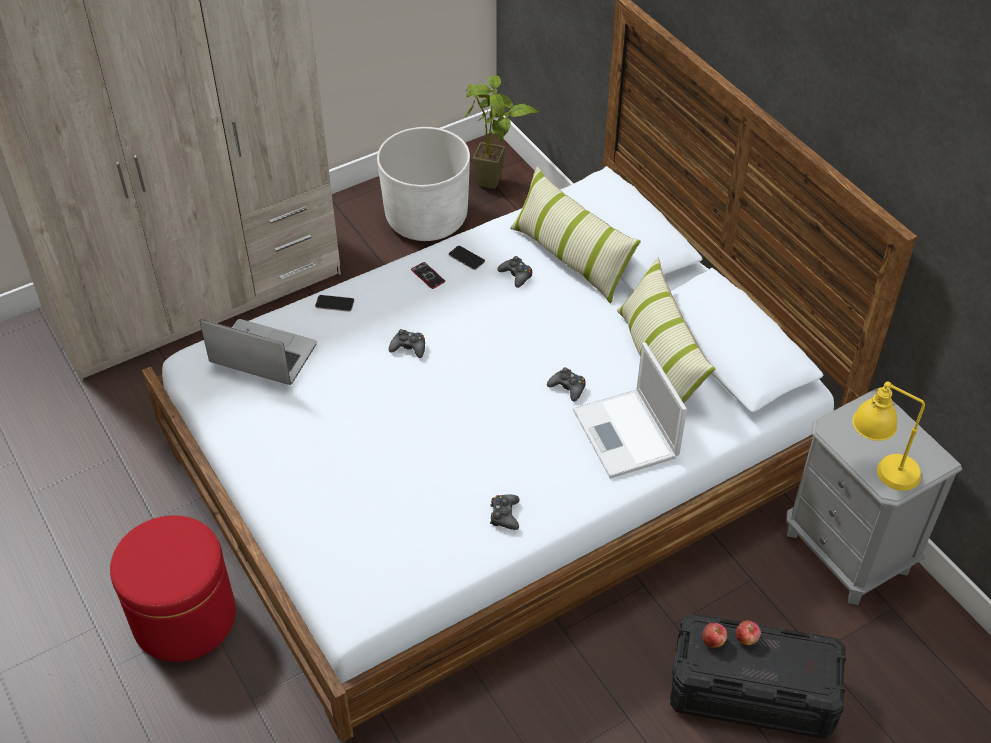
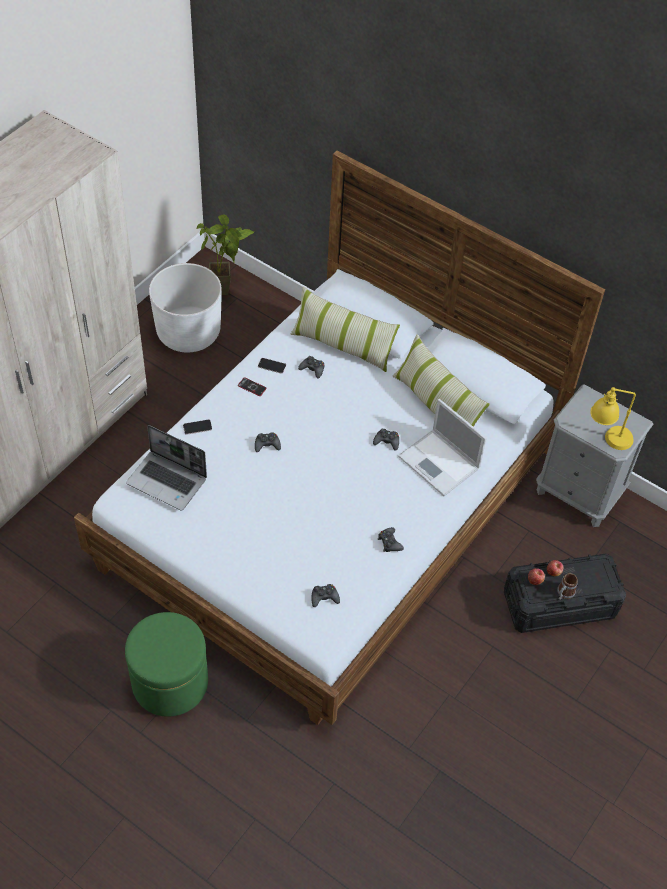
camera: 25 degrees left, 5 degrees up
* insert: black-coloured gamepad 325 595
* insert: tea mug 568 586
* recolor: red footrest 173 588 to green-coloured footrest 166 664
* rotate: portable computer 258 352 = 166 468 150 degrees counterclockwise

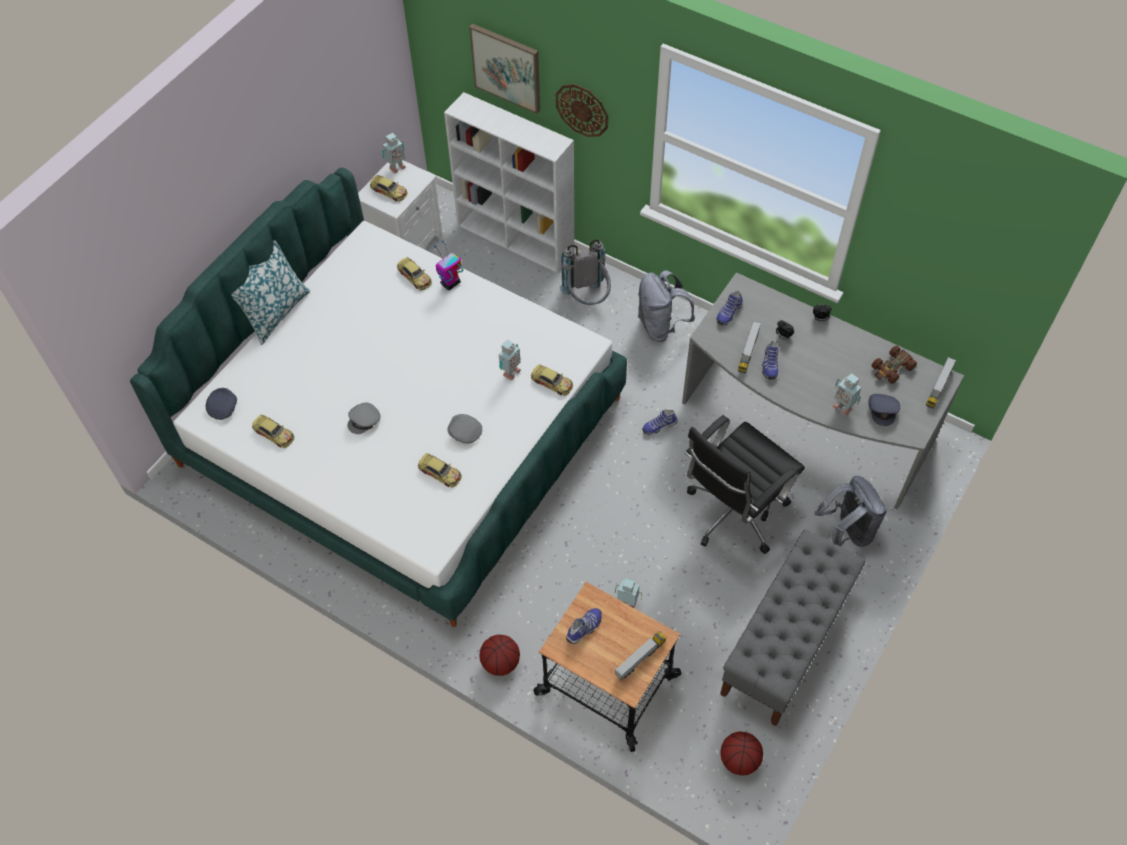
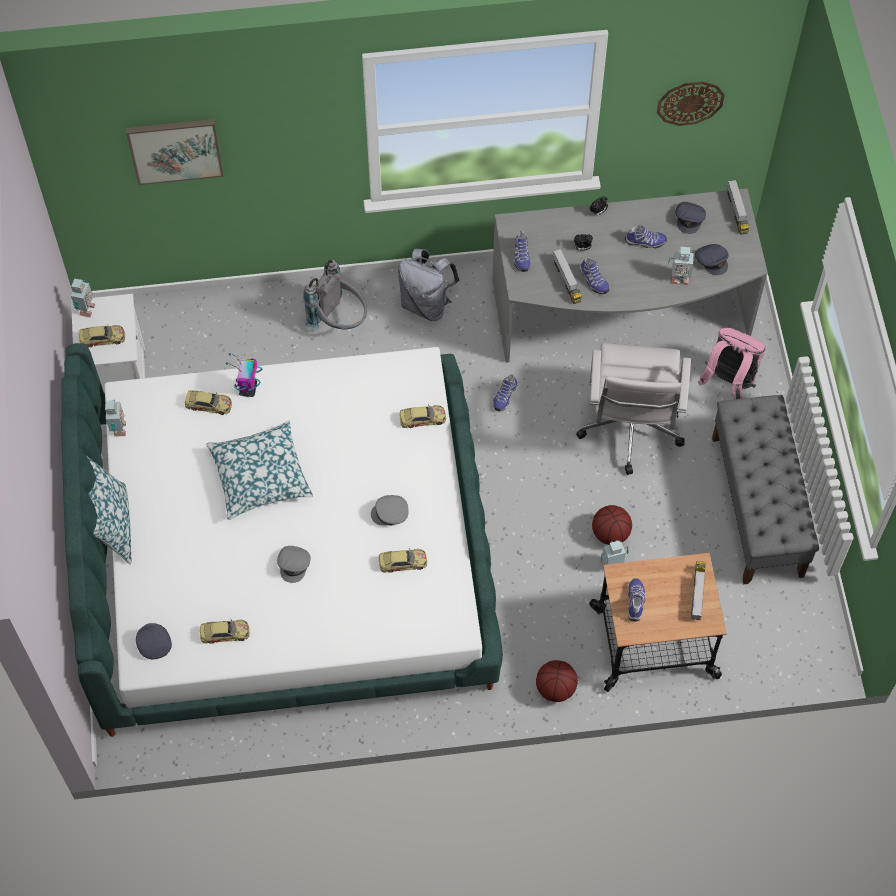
camera: 40 degrees left, 5 degrees up
* delete: white bookshelf 509 182
* insert: throw pillow 259 470
* insert: shoe 646 236
* move: robot figure 510 360 to 115 418
* move: hanging clock 581 110 to 691 103
* move: ball for basketball 741 753 to 612 525
* replace: brown miniature car 894 364 to greyish baseball cap 690 218
* recolor: black-coloured office chair 745 484 to white office chair 633 409
* recolor: greyish rucksack 851 511 to pink rucksack 732 363

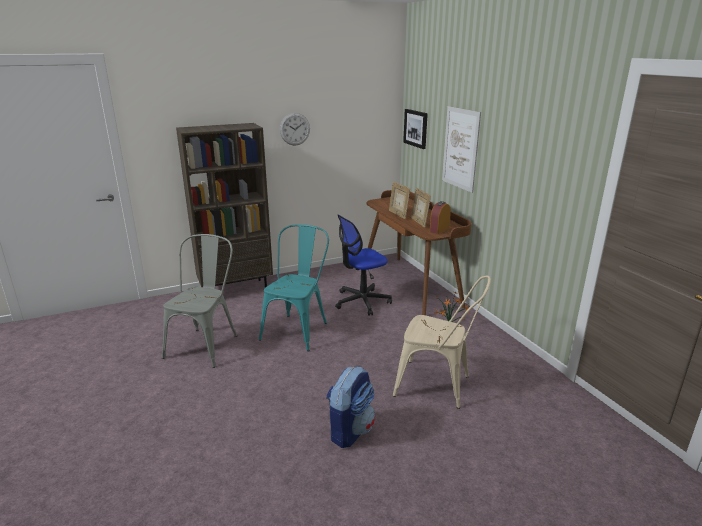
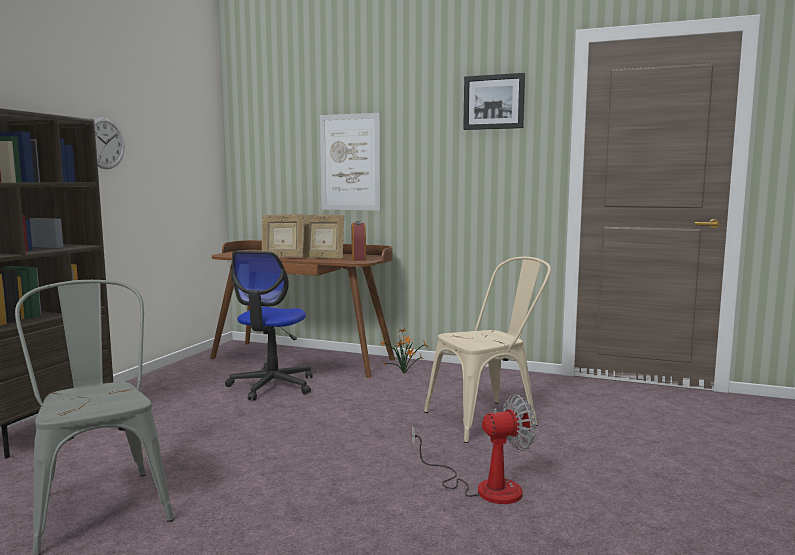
camera: 45 degrees left, 15 degrees down
* delete: turquoise chair 294 287
* move: wall picture 415 129 to 494 101
* replace: rucksack 350 407 to cooling fan 473 449

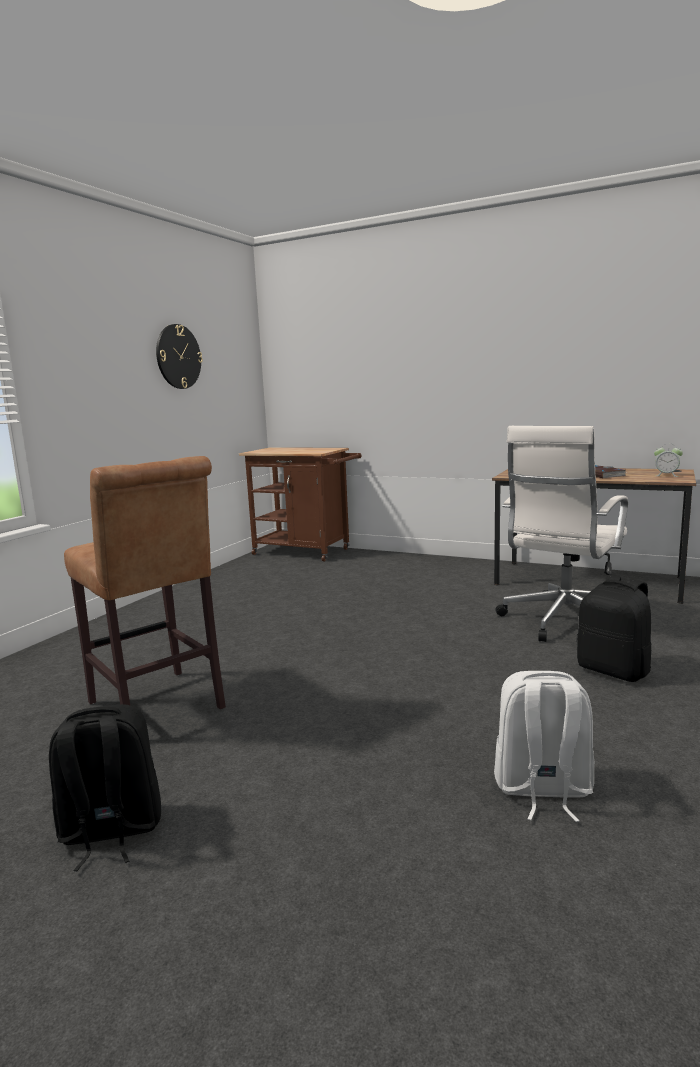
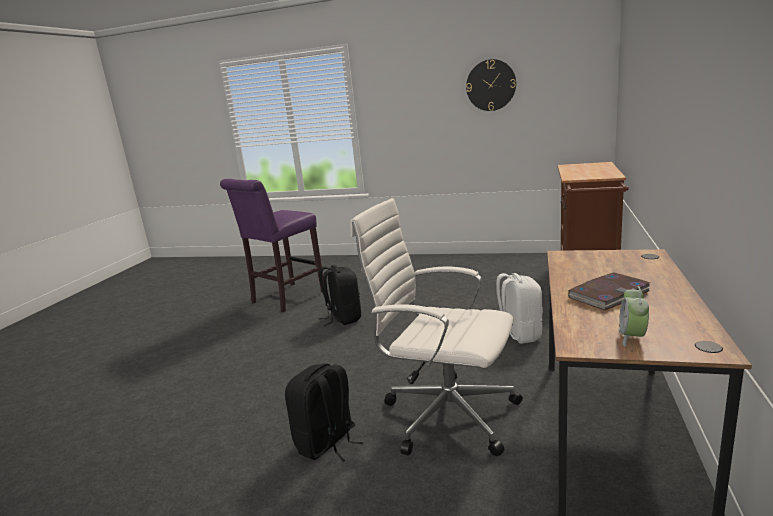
camera: 80 degrees right, 5 degrees up
* move: black-coloured rucksack 105 787 to 340 295
* move: white rucksack 544 746 to 519 308
* recolor: brown sitting stool 145 582 to purple-coloured sitting stool 272 245

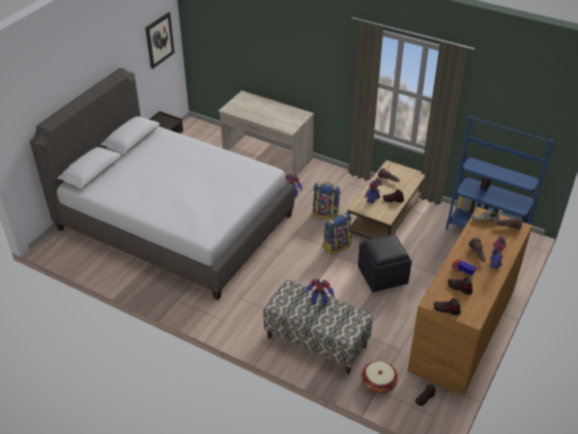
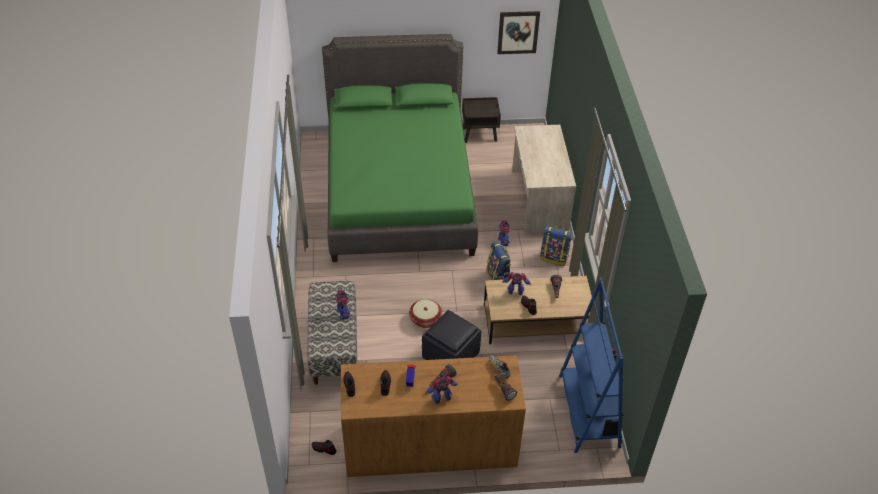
camera: 55 degrees right, 5 degrees up
* move: rucksack 337 234 to 556 246
* move: storage basket 379 377 to 425 313
* recolor: greyish bedroom bed 162 184 to green-coloured bedroom bed 400 148

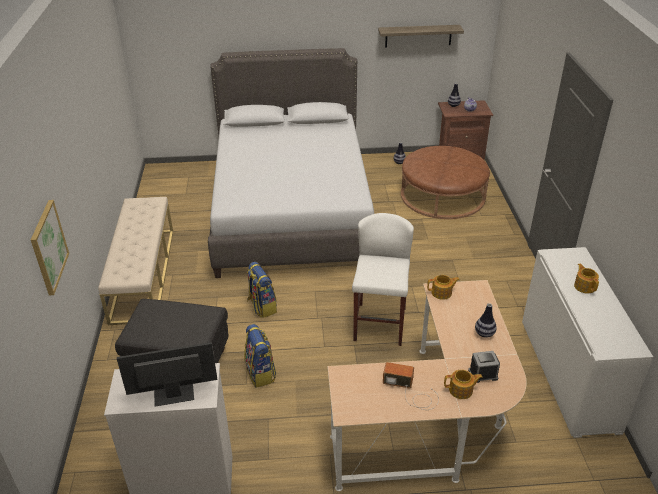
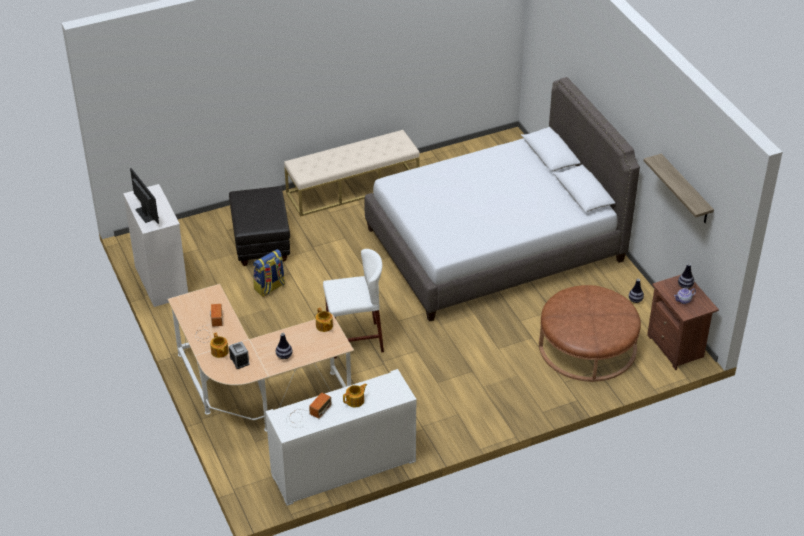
camera: 70 degrees right, 5 degrees up
* delete: wall picture 50 247
* delete: rucksack 262 290
* insert: radio receiver 308 410

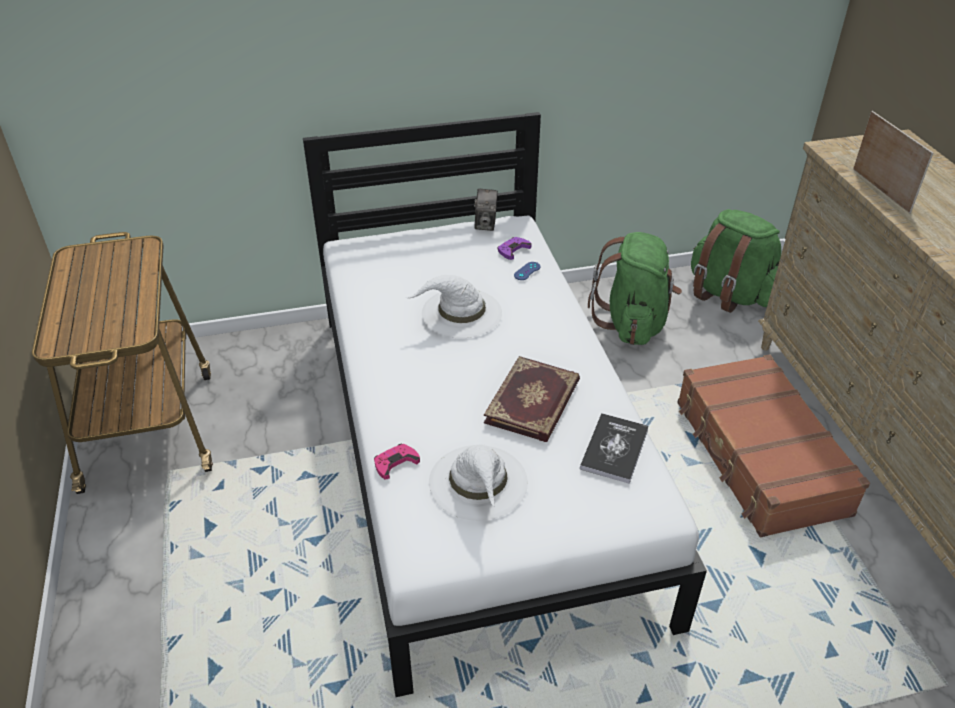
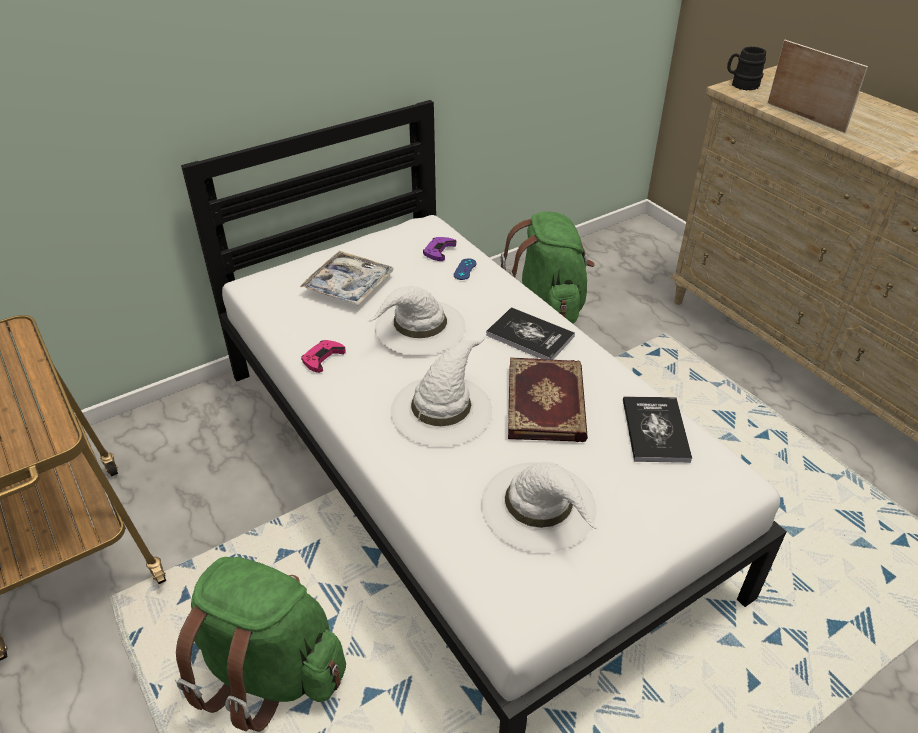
camera: 20 degrees left, 0 degrees up
* delete: still camera 486 210
* delete: brown piece of luggage 773 445
* insert: tray 347 278
* insert: white wearable hat 441 391
* insert: bound book 530 333
* insert: black-coloured tea mug 746 68
* move: pink gamepad 397 461 to 323 356
* move: green-coloured rucksack 736 261 to 261 644

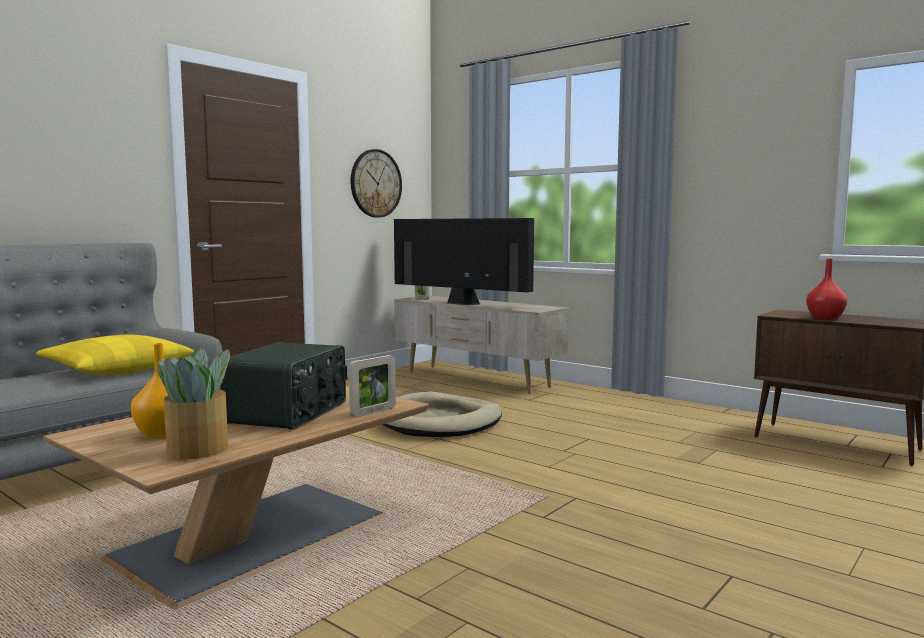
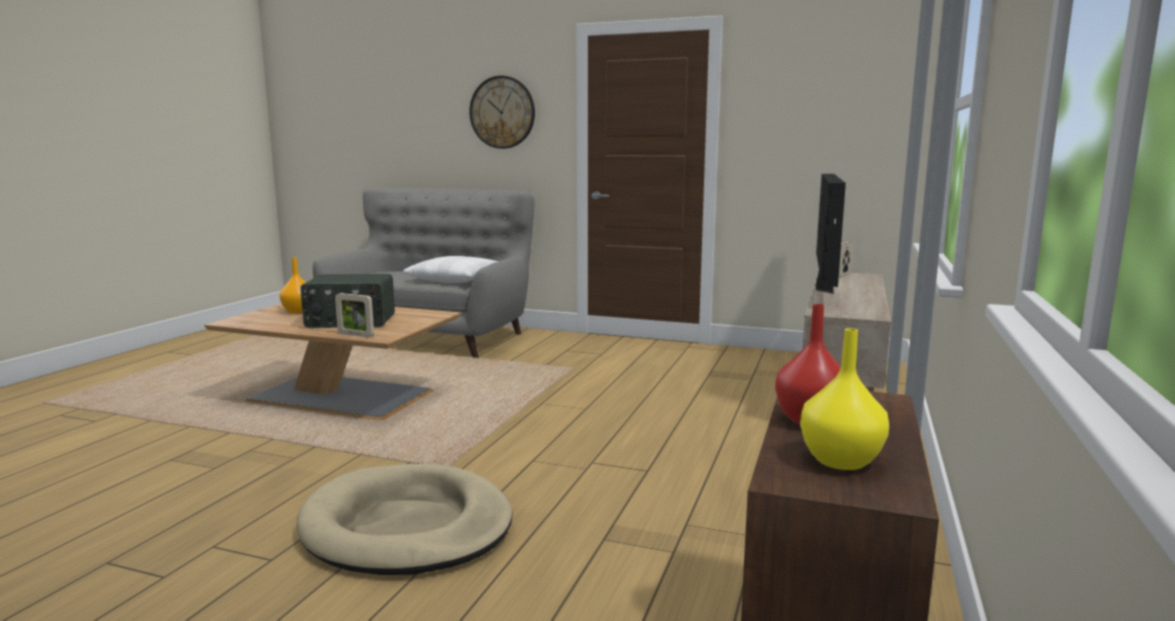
camera: 70 degrees right, 5 degrees up
* delete: potted plant 194 403
* insert: yellowish vase 844 399
* move: hanging clock 376 183 to 502 112
* move: beige-coloured dog bed 442 414 to 404 519
* recolor: yellowish throw pillow 115 355 to white throw pillow 451 269

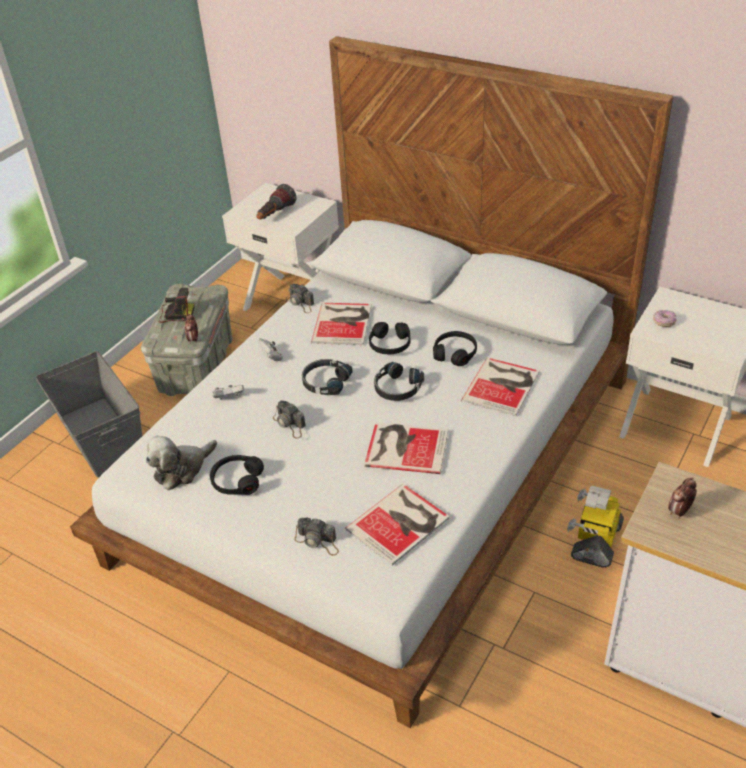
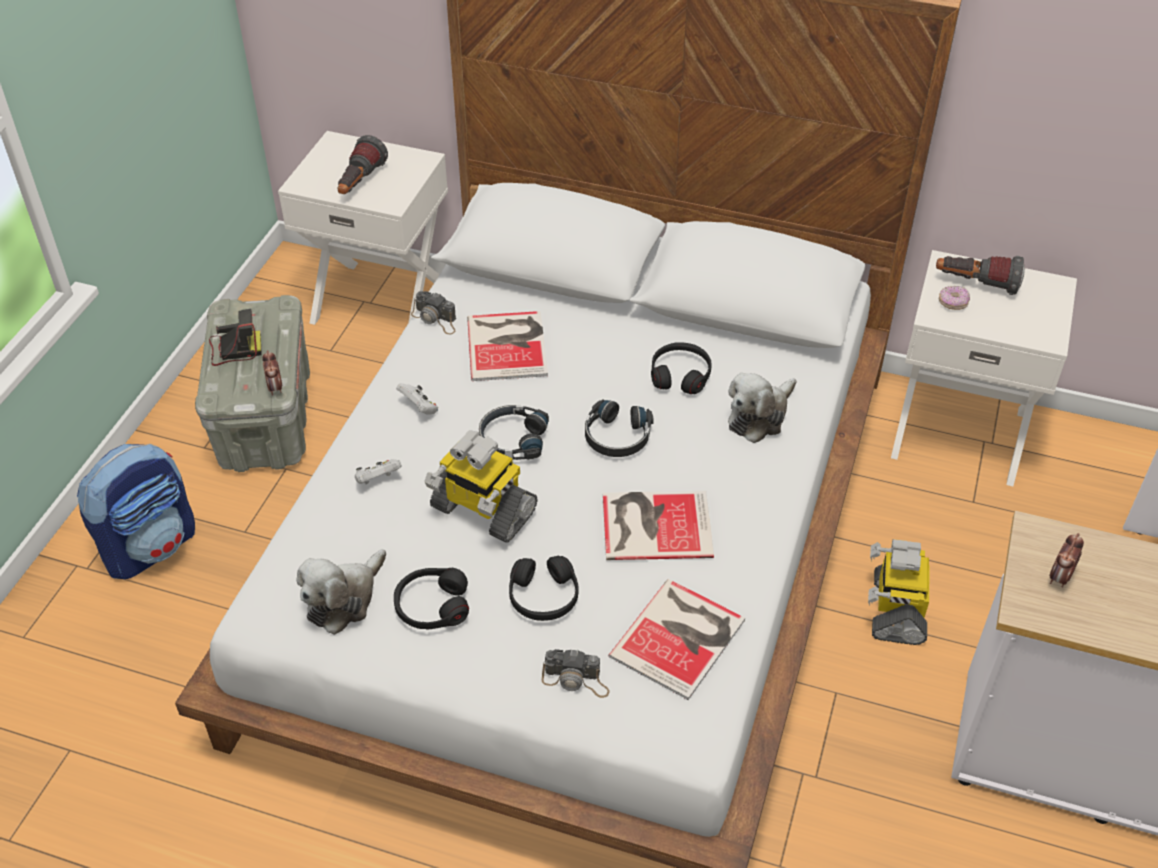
camera: 15 degrees left, 5 degrees up
* insert: hand torch 980 275
* move: black-coloured headset 389 338 to 544 588
* replace: greyish storage container 89 414 to rucksack 136 511
* replace: still camera 289 419 to robot figure 480 486
* replace: bound book 500 386 to cuddly toy 762 408

